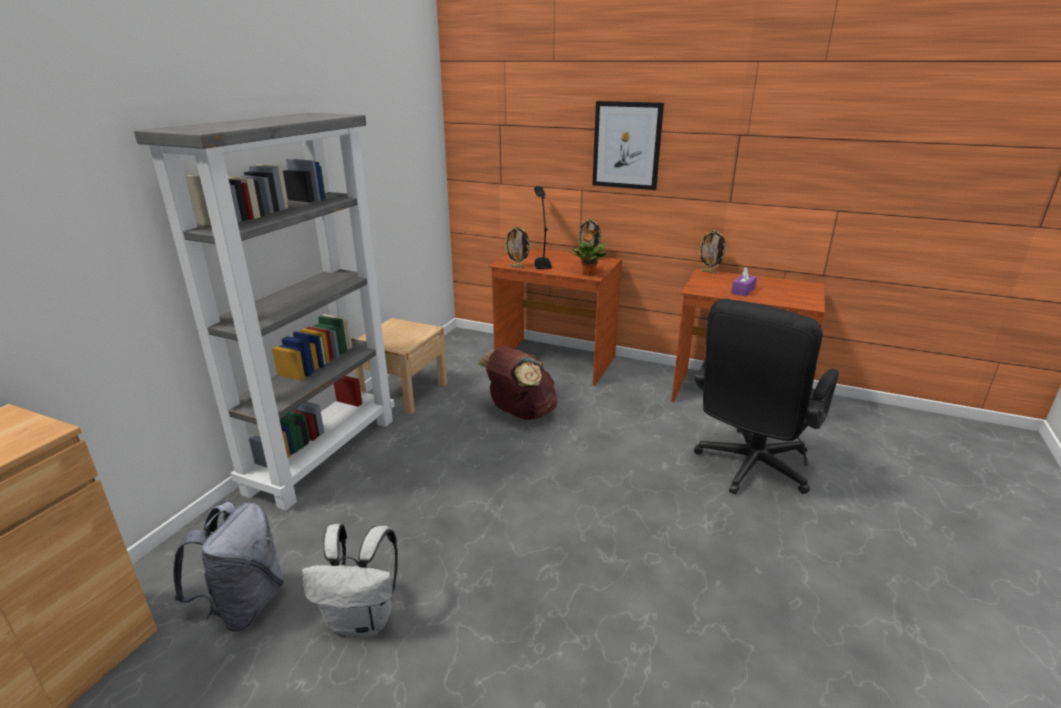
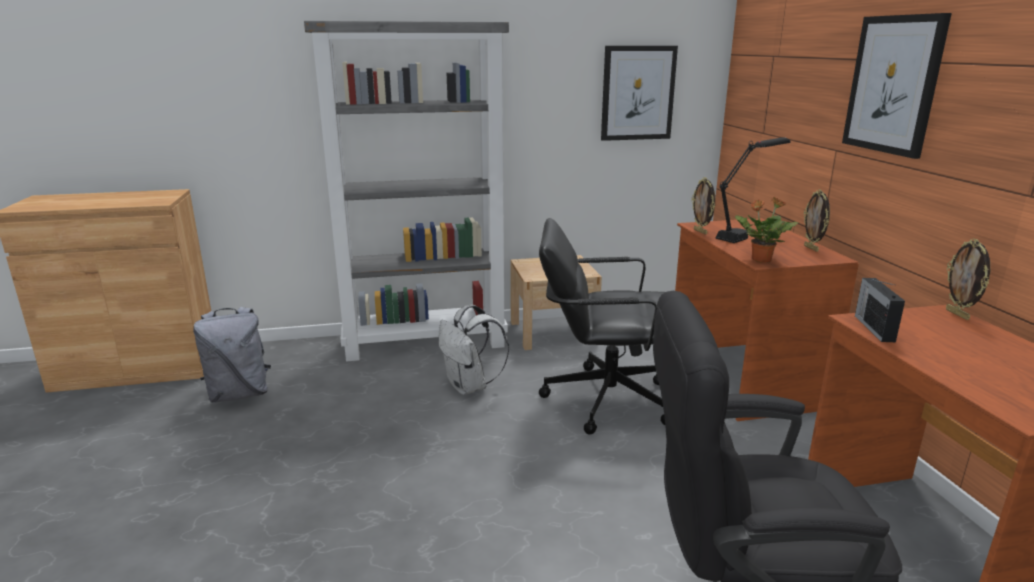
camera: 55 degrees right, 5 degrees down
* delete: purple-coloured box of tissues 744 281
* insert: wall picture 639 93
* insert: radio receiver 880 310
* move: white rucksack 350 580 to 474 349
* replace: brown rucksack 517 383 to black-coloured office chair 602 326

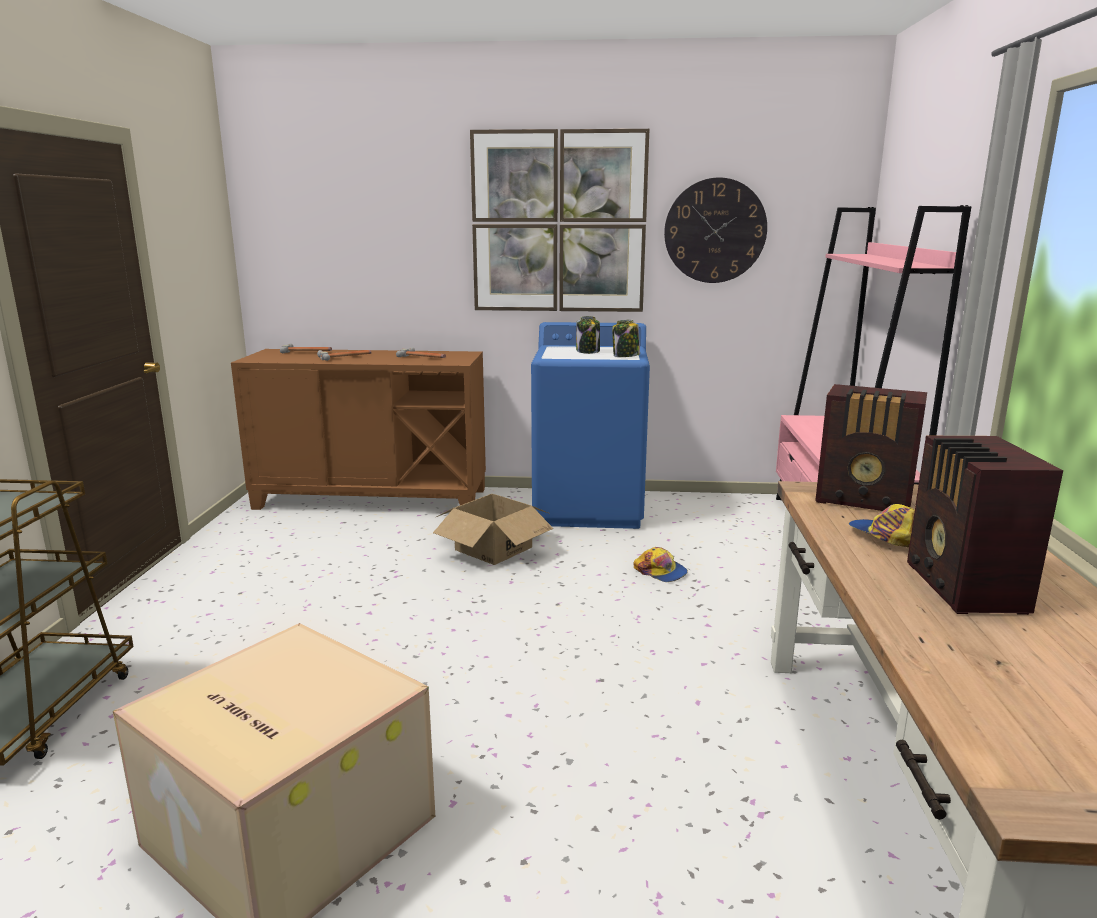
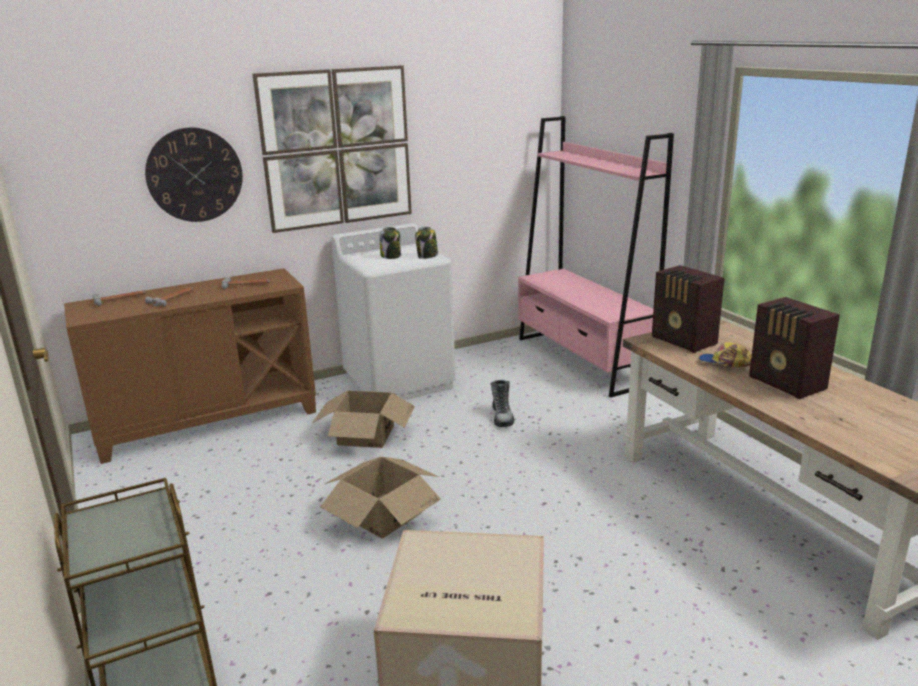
camera: 30 degrees left, 5 degrees up
* insert: carton 380 498
* move: hanging clock 715 230 to 194 174
* replace: baseball cap 661 564 to high-top boot 502 403
* recolor: blue washing machine 590 425 to white washing machine 393 311
* rotate: radio receiver 871 447 = 688 309 60 degrees clockwise

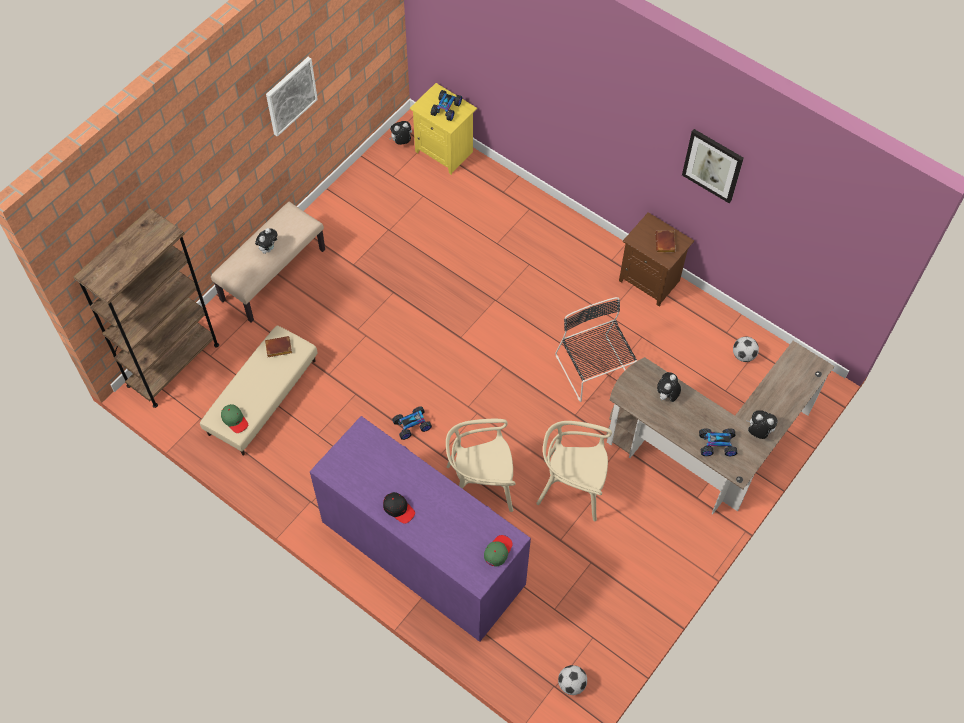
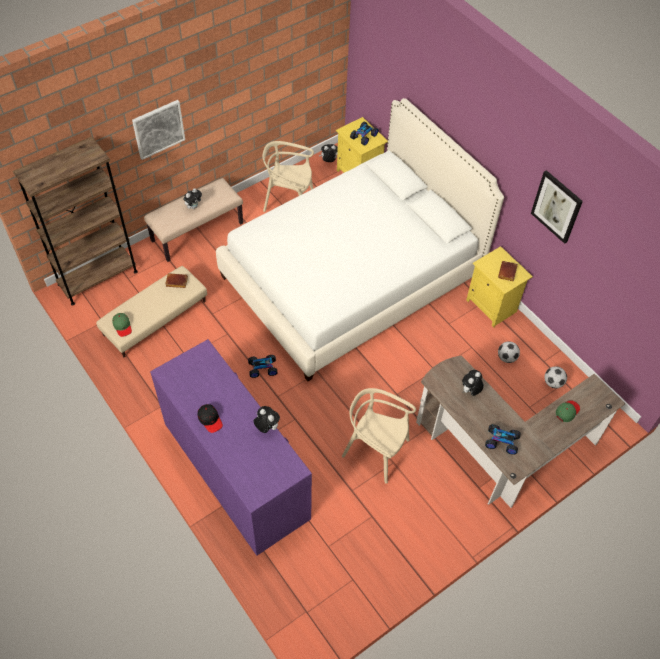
camera: 15 degrees right, 5 degrees down
* delete: black-coloured chair 596 349
* insert: white bedroom bed 360 239
* move: wall picture 292 97 to 158 130
* move: beige-coloured chair 480 465 to 288 176
* move: green-coloured baseball cap 498 551 to 568 411
* move: football 572 680 to 509 352
* move: cuddly toy 762 424 to 266 419
* recolor: brown night table 656 259 to yellowish night table 499 287

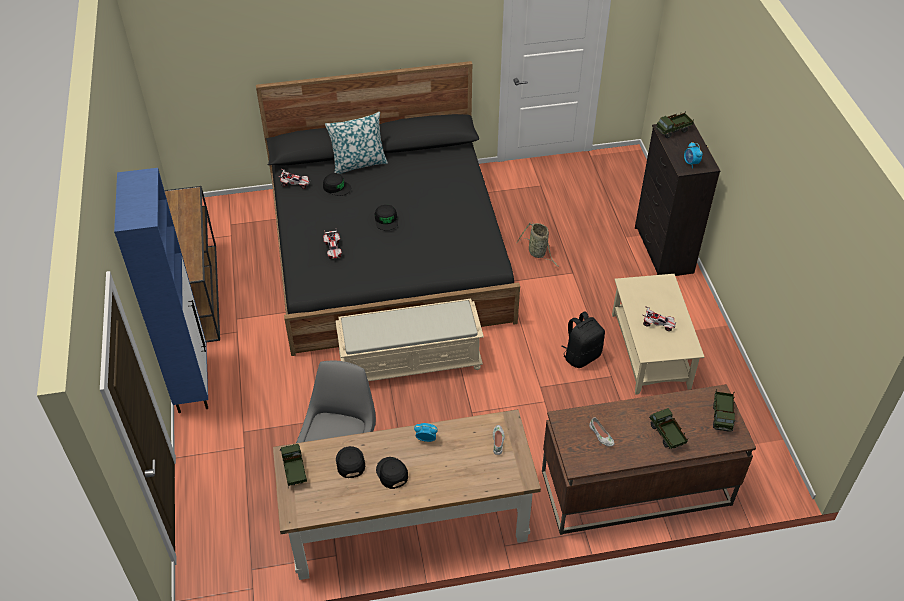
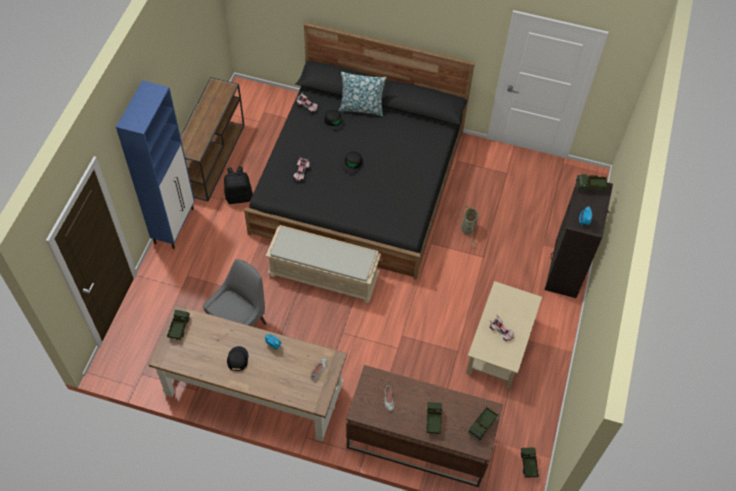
camera: 25 degrees right, 10 degrees up
* delete: black-coloured baseball cap 350 462
* insert: model truck 530 462
* move: black-coloured rucksack 583 339 to 238 185

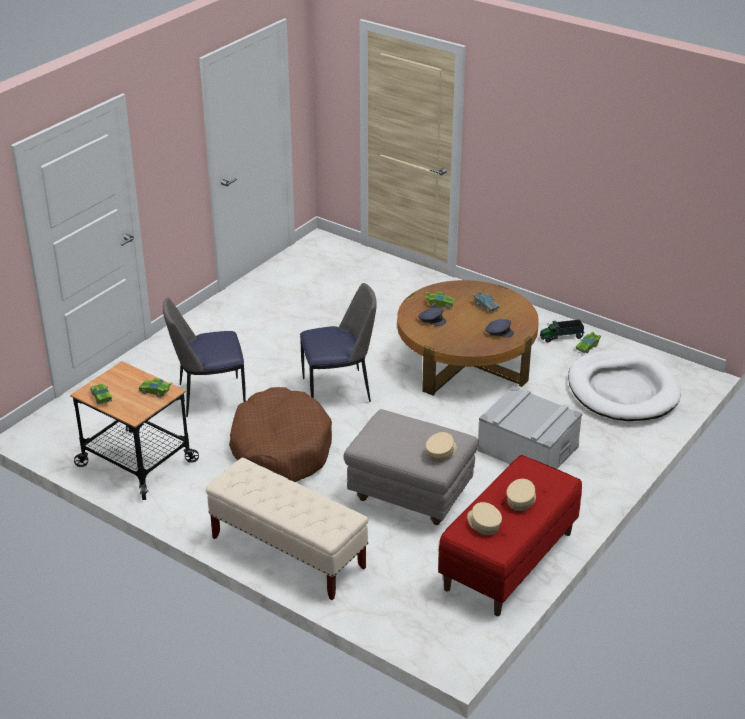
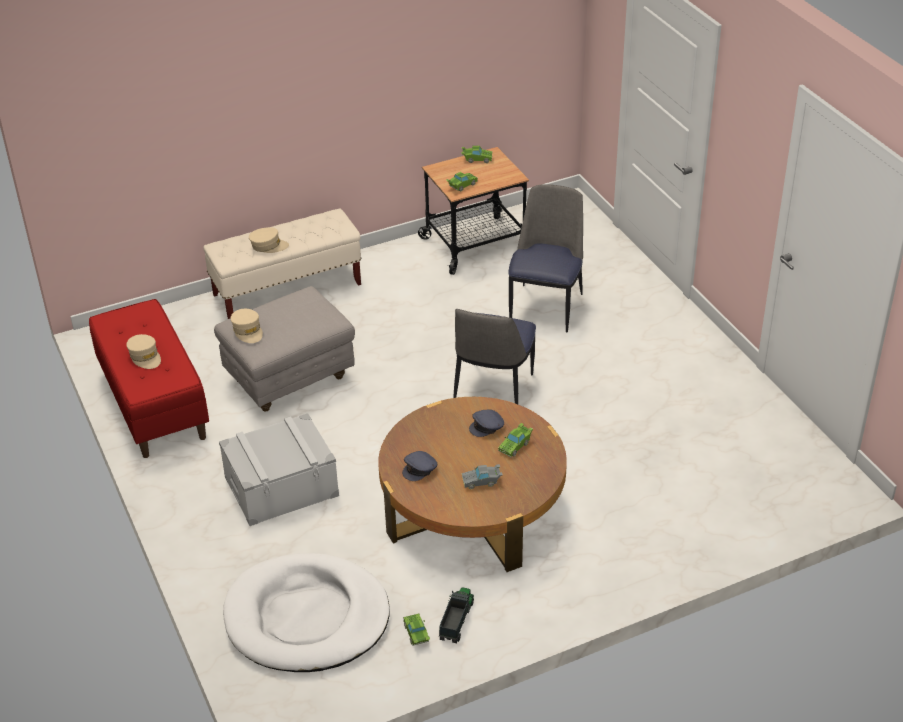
camera: 120 degrees right, 5 degrees up
* delete: brown dog bed 280 434
* move: beige-coloured baseball cap 484 518 to 269 240

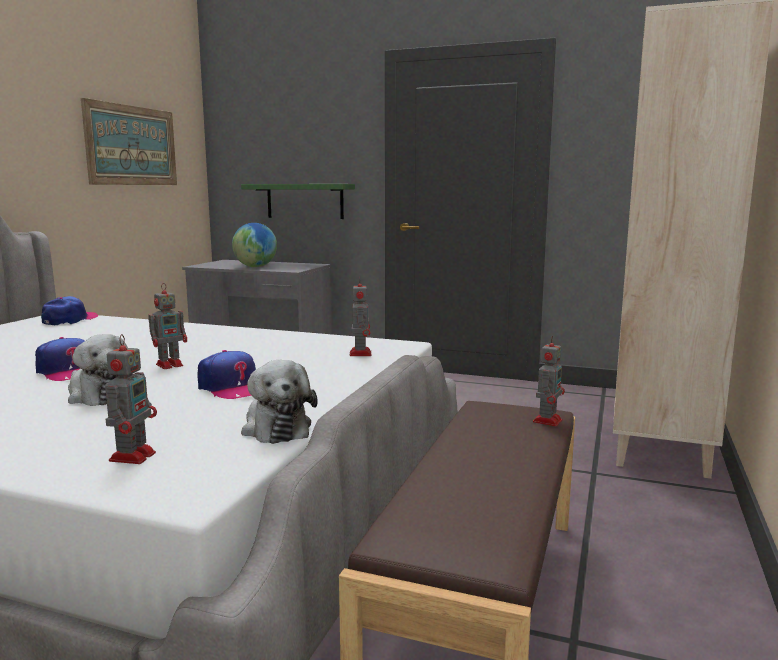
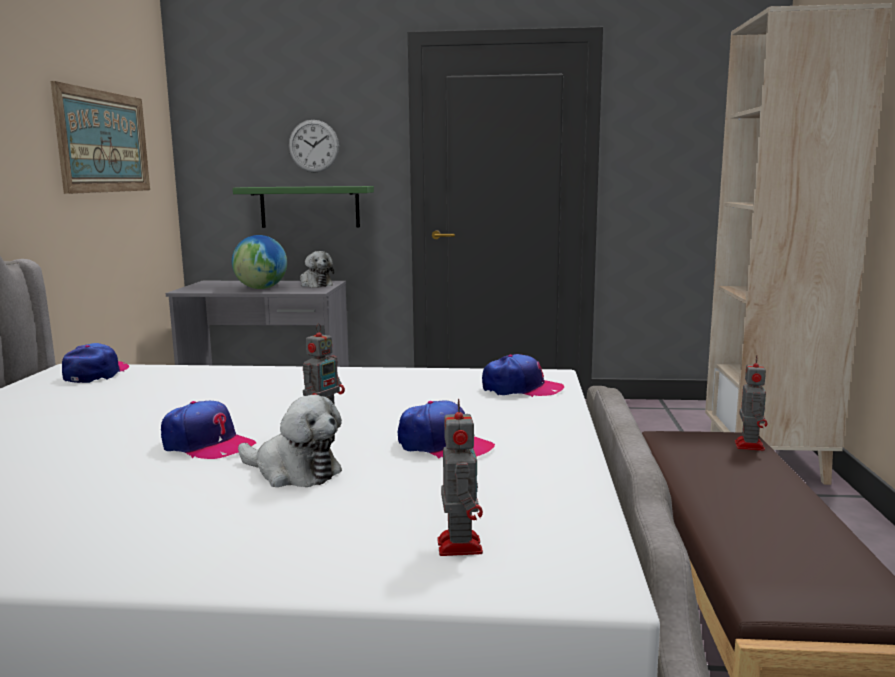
camera: 15 degrees left, 0 degrees up
* insert: hanging clock 314 146
* move: cuddly toy 279 402 to 317 269
* replace: robot figure 360 320 to baseball cap 523 375

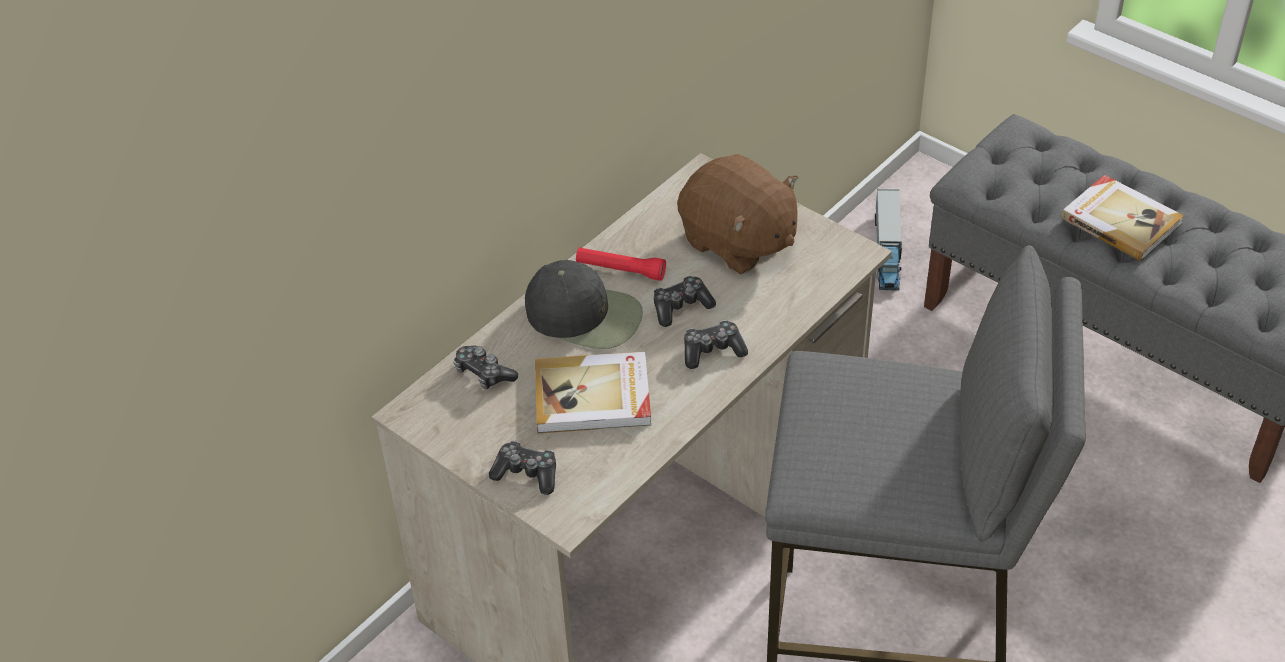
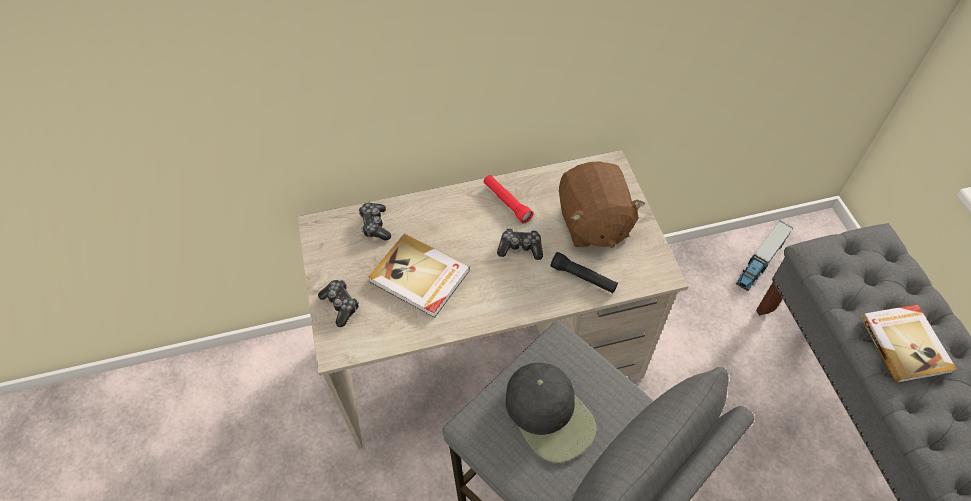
camera: 35 degrees right, 10 degrees up
* delete: gamepad 716 344
* insert: black-coloured hand torch 584 272
* move: black-coloured baseball cap 584 304 to 551 413

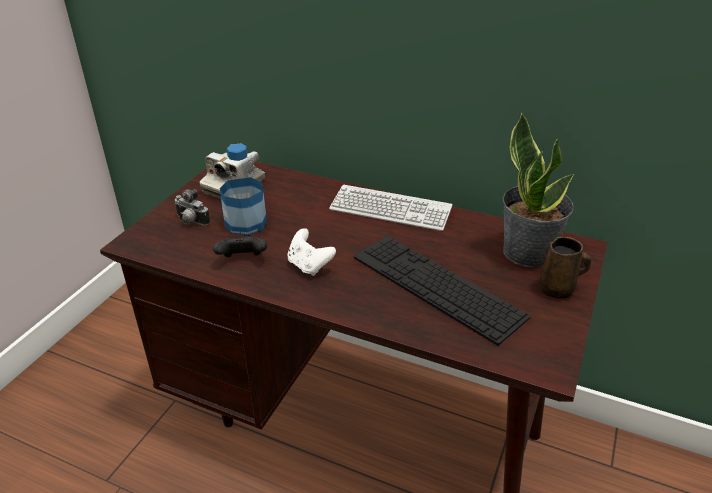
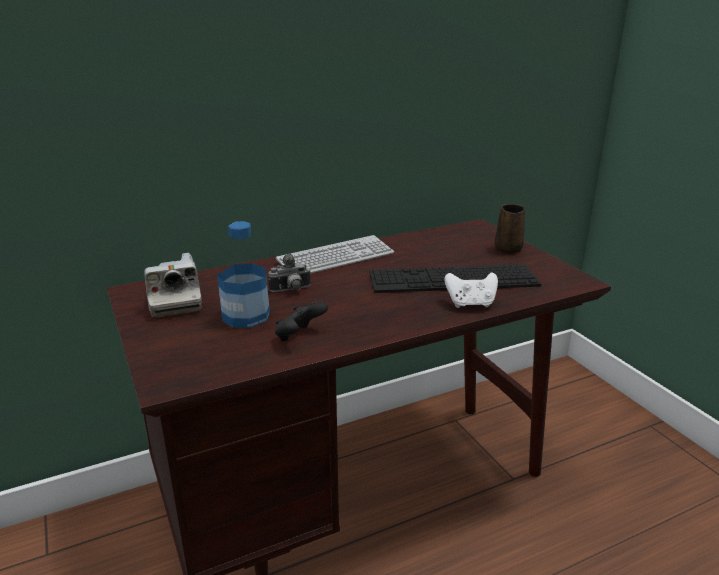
camera: 50 degrees left, 10 degrees down
* delete: potted plant 538 190
* move: still camera 192 207 to 289 272
* move: white gamepad 311 252 to 471 290

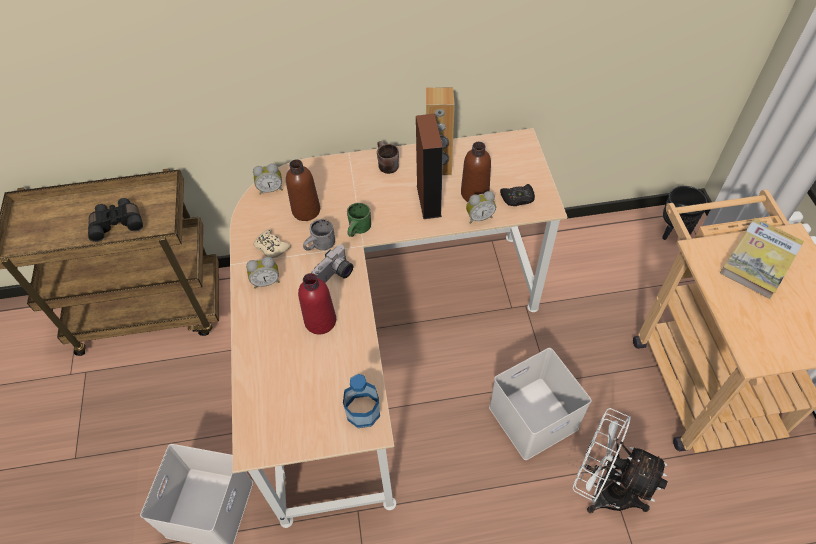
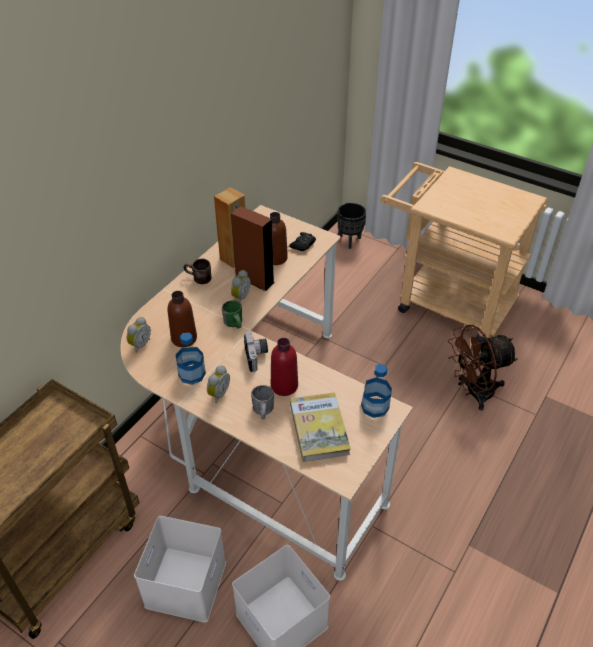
camera: 50 degrees left, 10 degrees down
* delete: black-coloured binoculars 115 220
* move: greyish tea mug 319 235 to 262 402
* move: bedside clock 481 207 to 241 286
* move: white storage container 540 404 to 180 569
* move: bound book 762 258 to 320 427
* replace: beige-coloured gamepad 272 243 to drink bottle 191 359
* recolor: white cooling fan 620 461 to brown cooling fan 483 368

